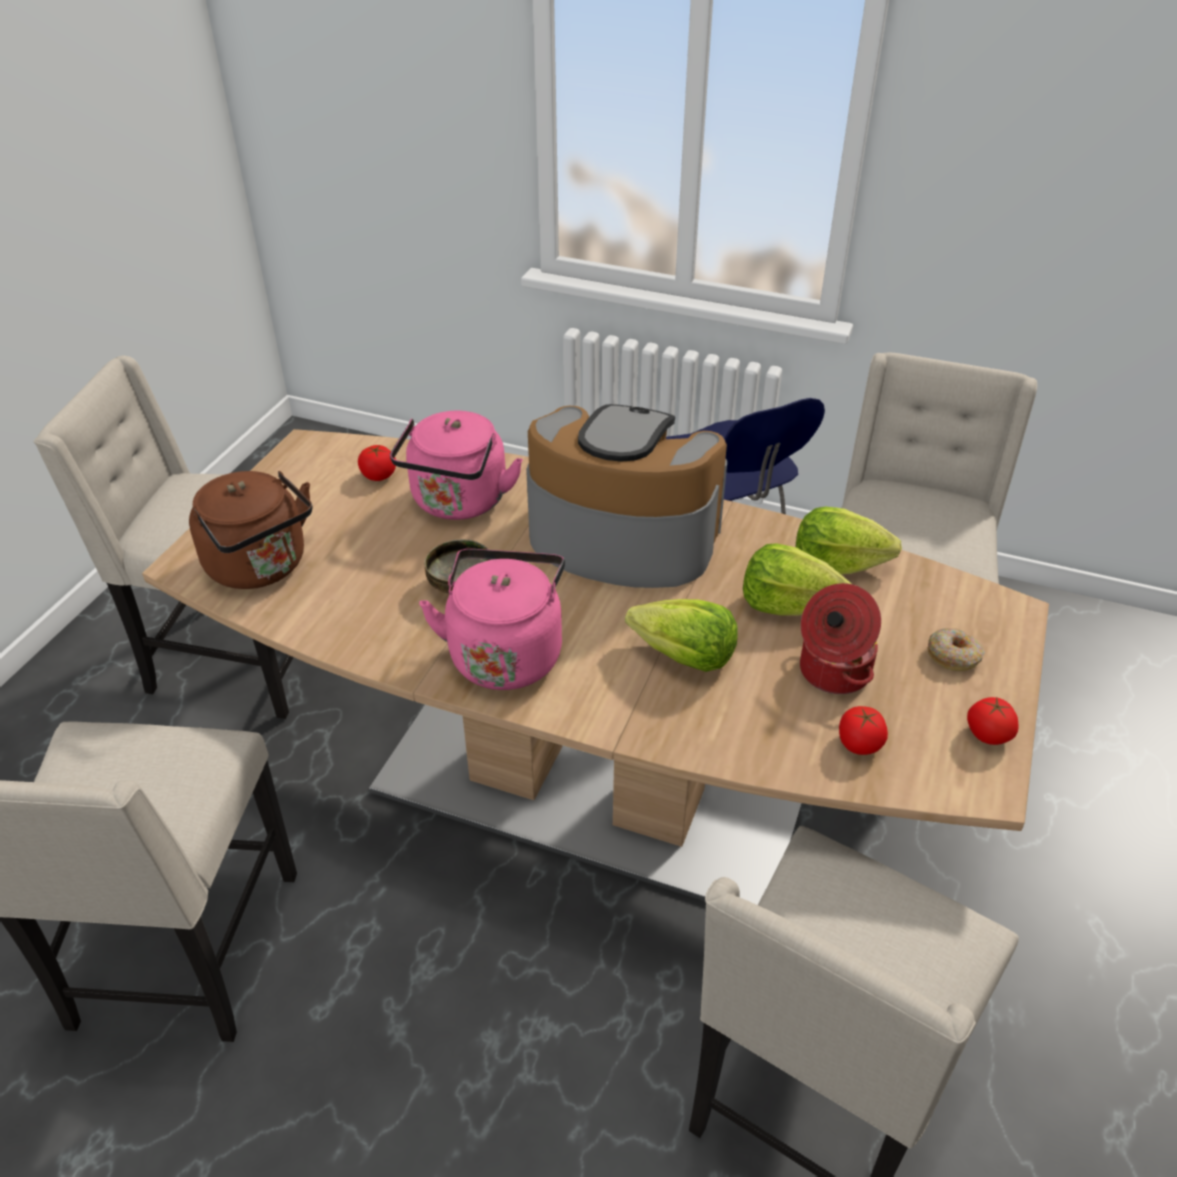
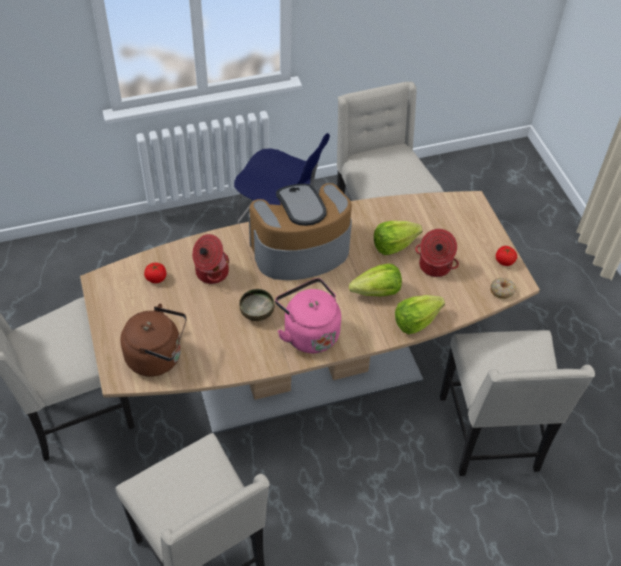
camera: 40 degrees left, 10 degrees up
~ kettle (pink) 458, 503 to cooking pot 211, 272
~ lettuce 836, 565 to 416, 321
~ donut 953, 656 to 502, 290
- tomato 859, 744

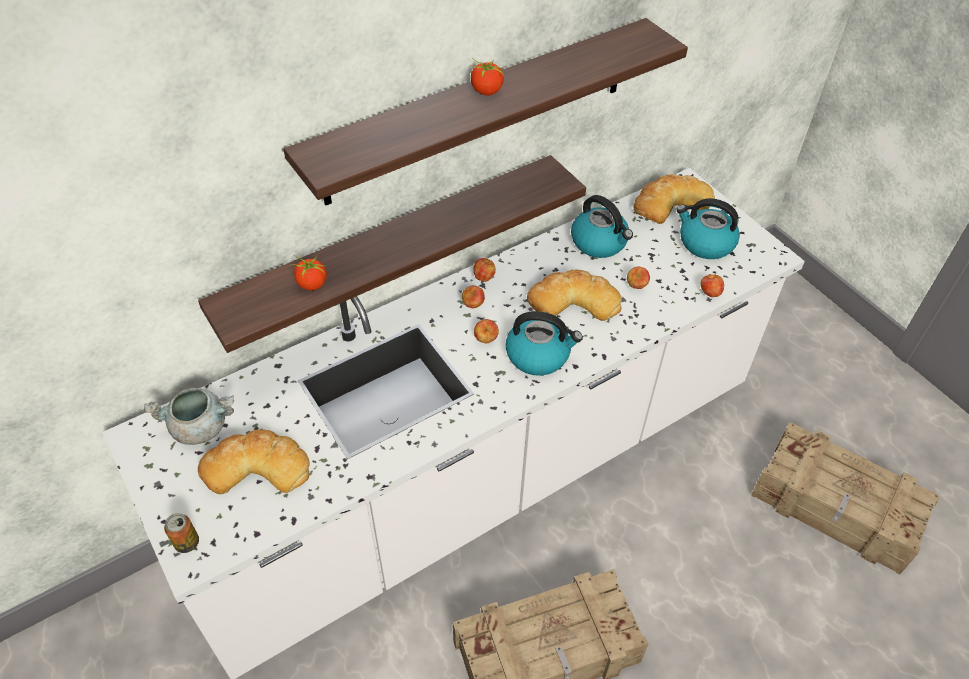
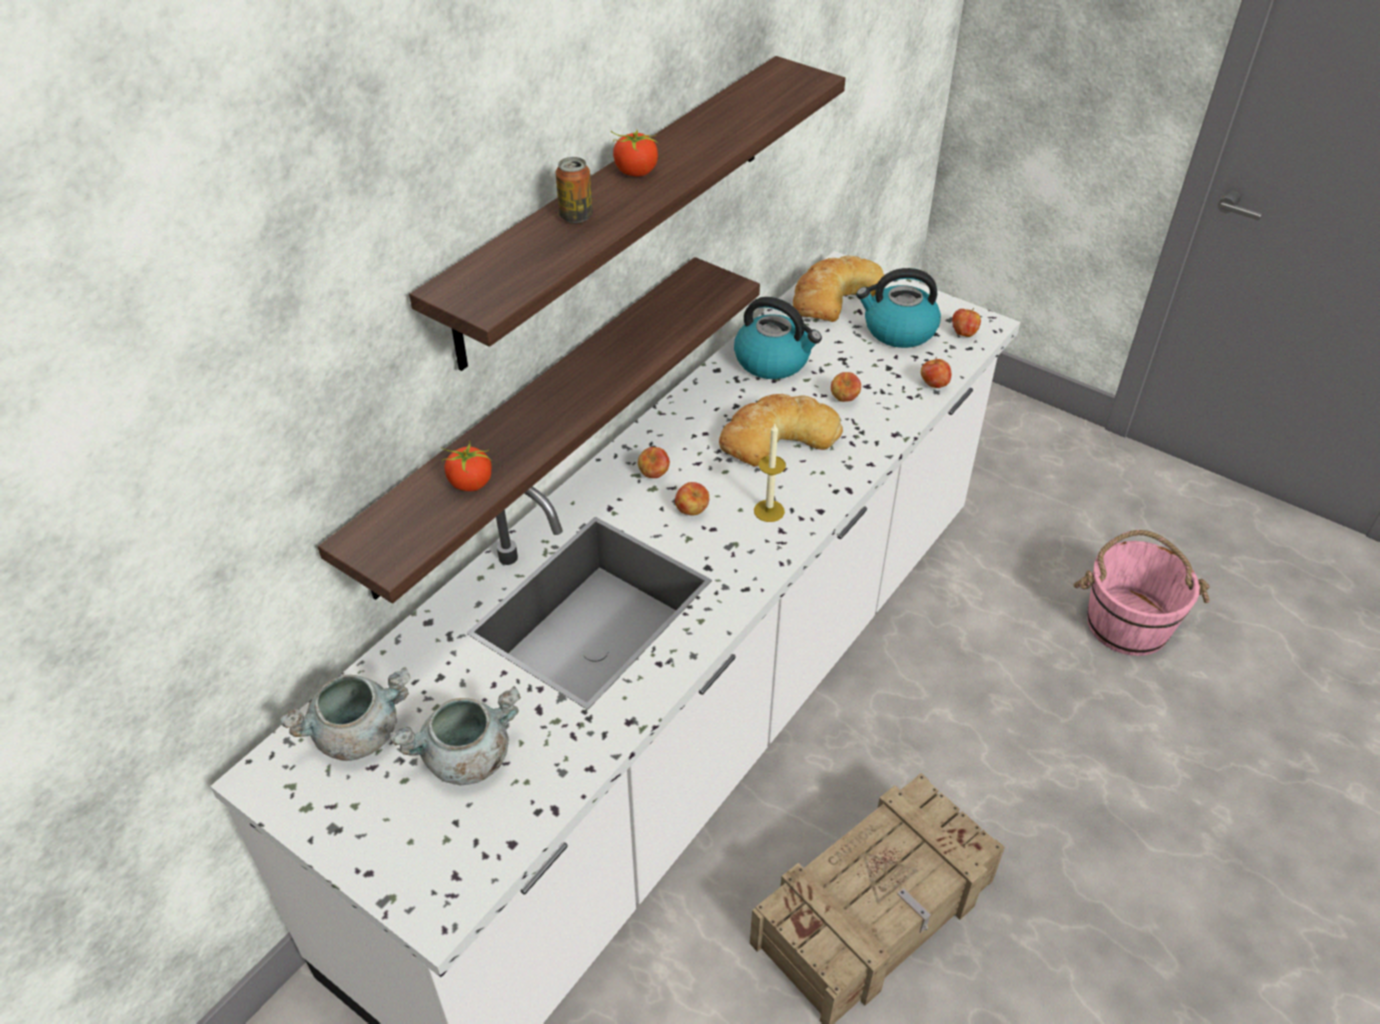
camera: 20 degrees left, 5 degrees down
~ apple 484, 277 to 963, 333
~ kettle 539, 355 to candle 769, 511
~ crate 836, 508 to bucket (pink) 1127, 623
~ bread 256, 467 to cooking pot (grey) 466, 759
~ can 187, 543 to 576, 216

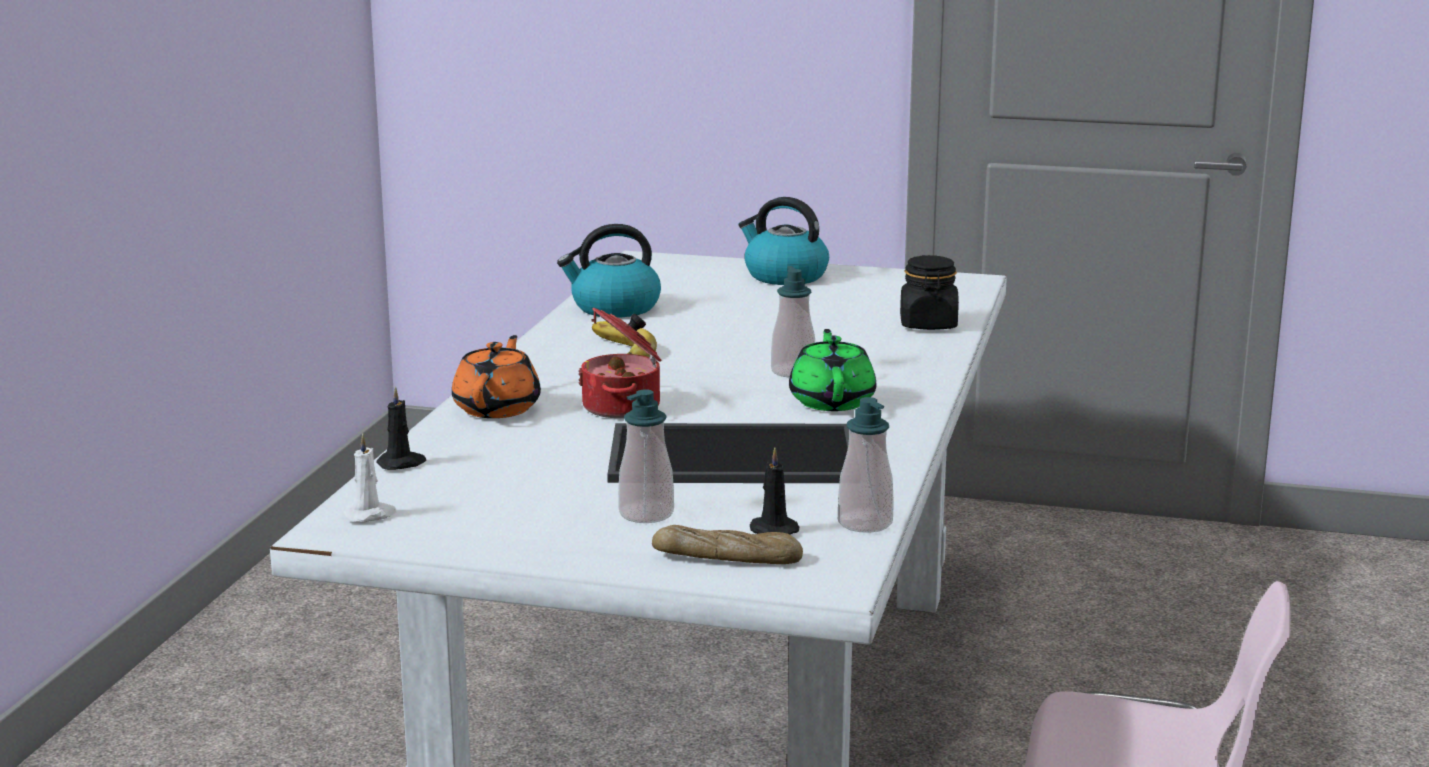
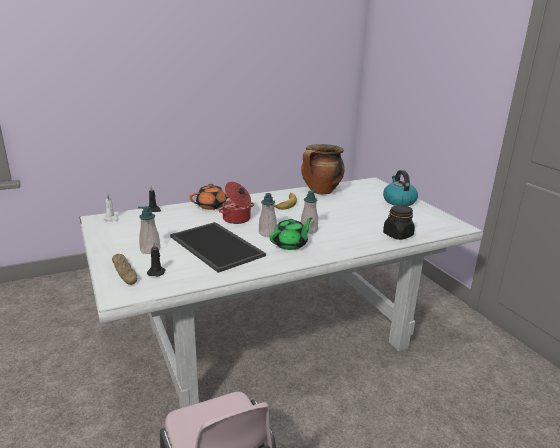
camera: 50 degrees right, 5 degrees up
~ kettle 614, 308 to cooking pot 321, 192
~ soap dispenser 865, 523 to 267, 233

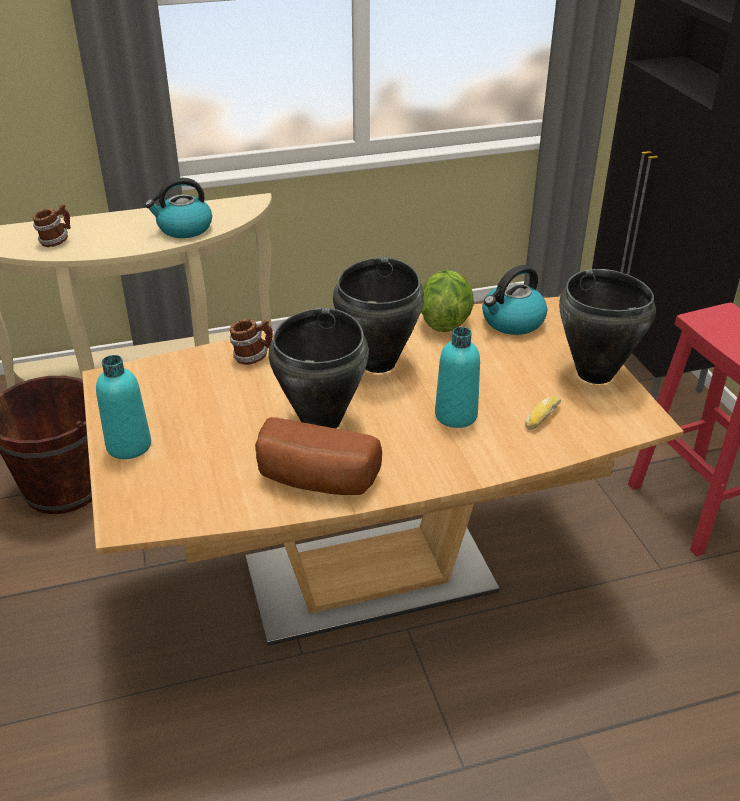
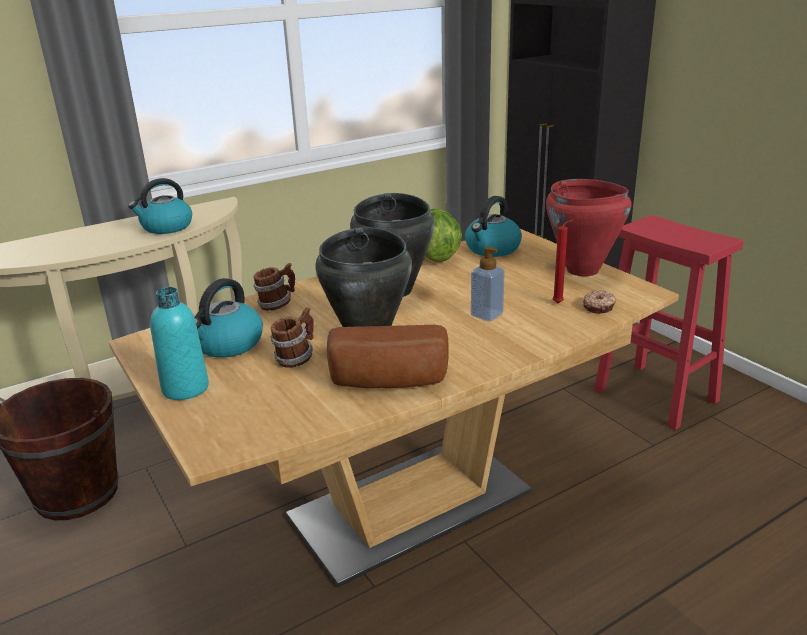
camera: 15 degrees left, 10 degrees down
~ mug 56, 241 to 296, 358
~ cooking pot (black) 594, 374 to cooking pot (red) 582, 270
~ bottle (turquoise) 456, 415 to soap dispenser 487, 314
~ bread 541, 416 to candle (red) 559, 303
+ kettle 227, 344
+ donut 599, 307

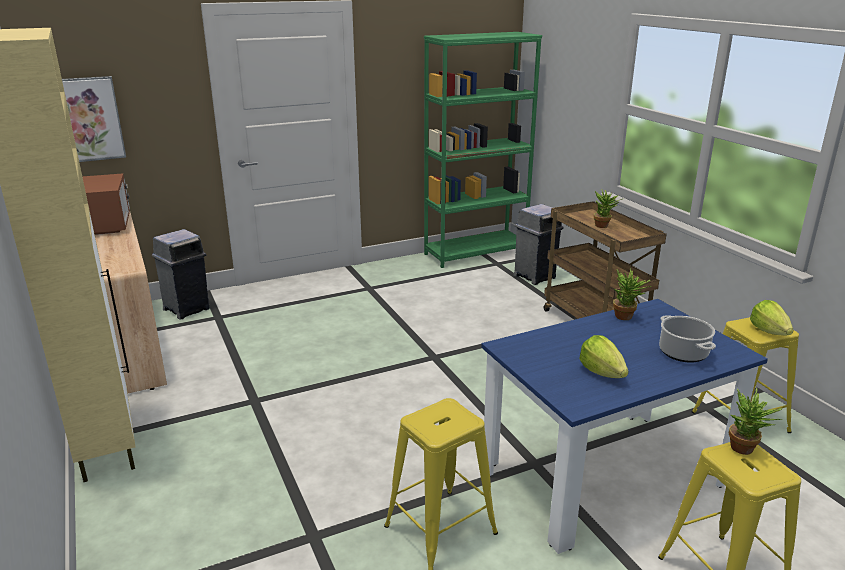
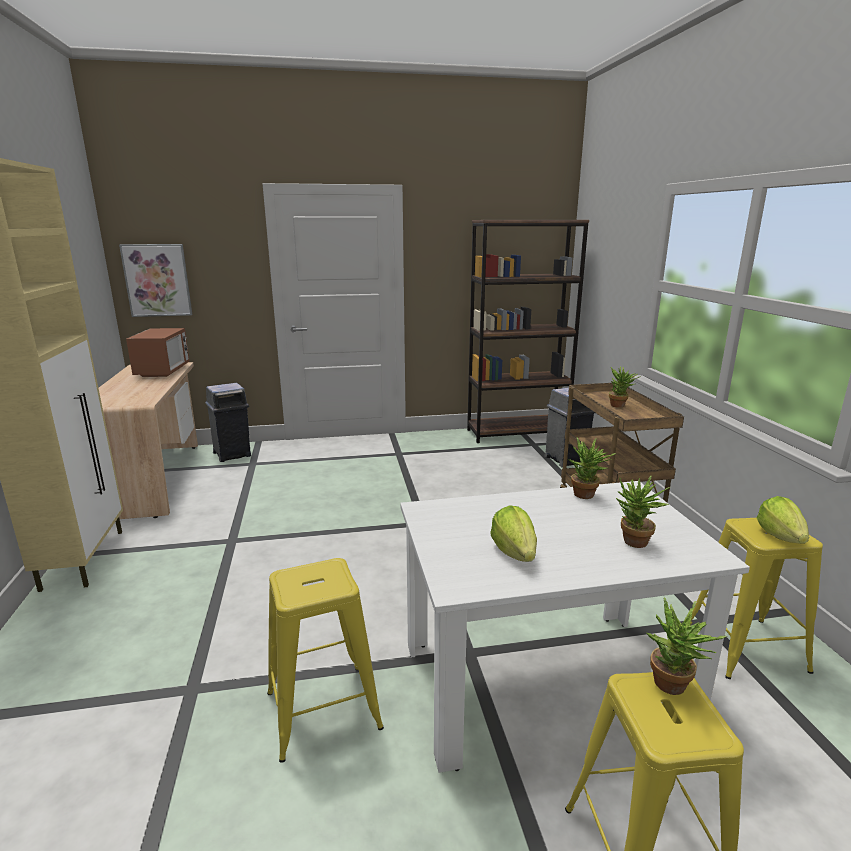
camera: 15 degrees right, 5 degrees down
~ bookcase (green) 475, 253 to bookcase (brown) 517, 433
~ dining table (blue) 604, 475 to dining table (white) 543, 683
~ cooking pot 682, 352 to potted plant 633, 544

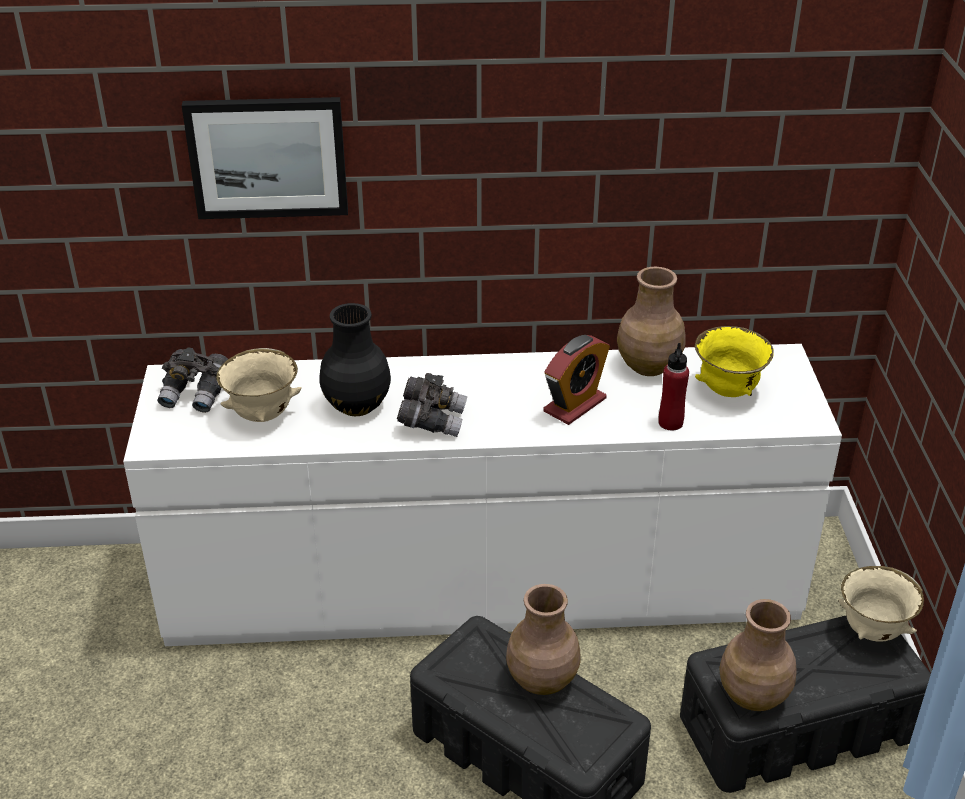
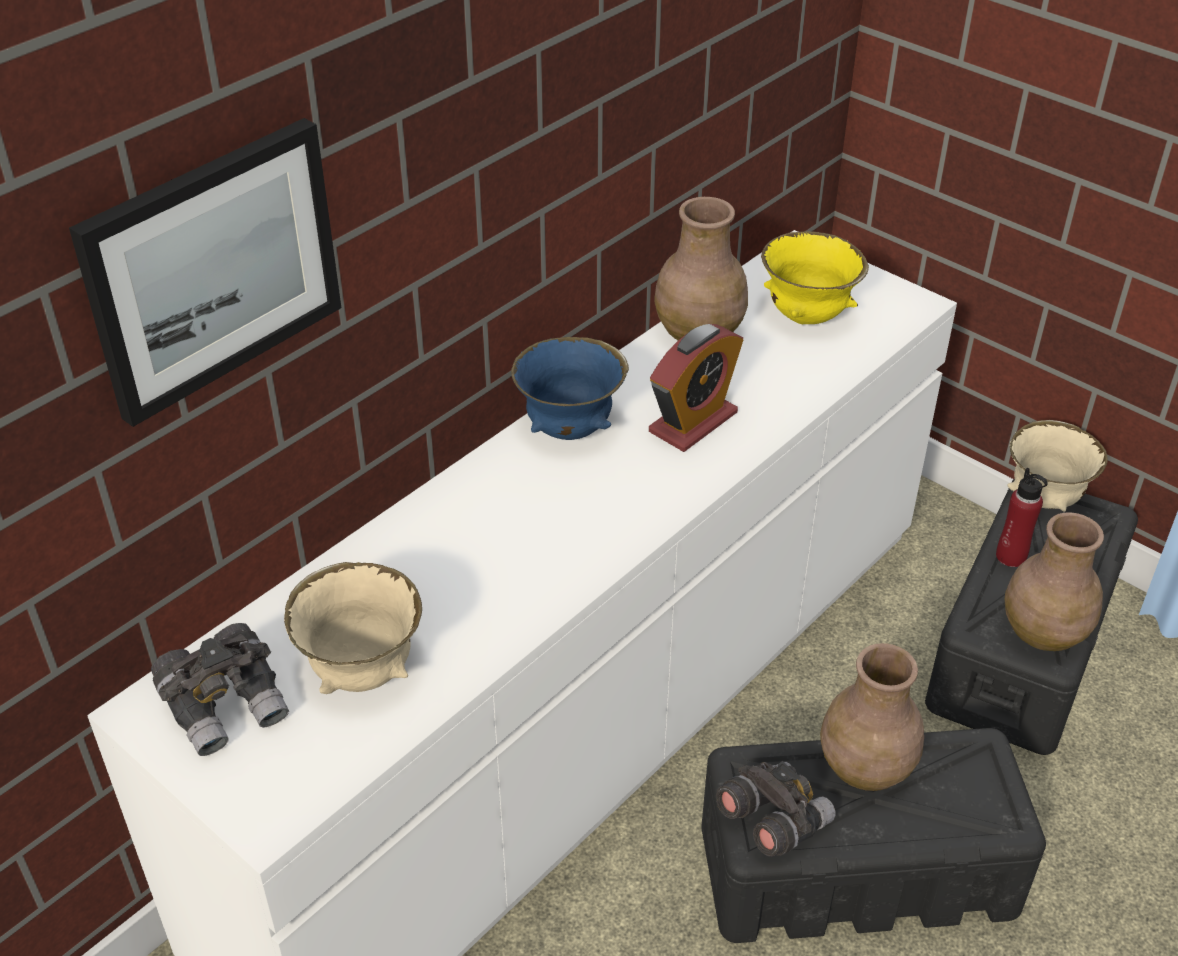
camera: 45 degrees left, 5 degrees up
- vase (black) 356, 405
~ alarm clock 575, 405 = 693, 422 45 degrees clockwise
~ bottle (red) 670, 423 to 1011, 556
~ binoculars (grey) 432, 420 to 772, 821
+ bowl (blue) 570, 430

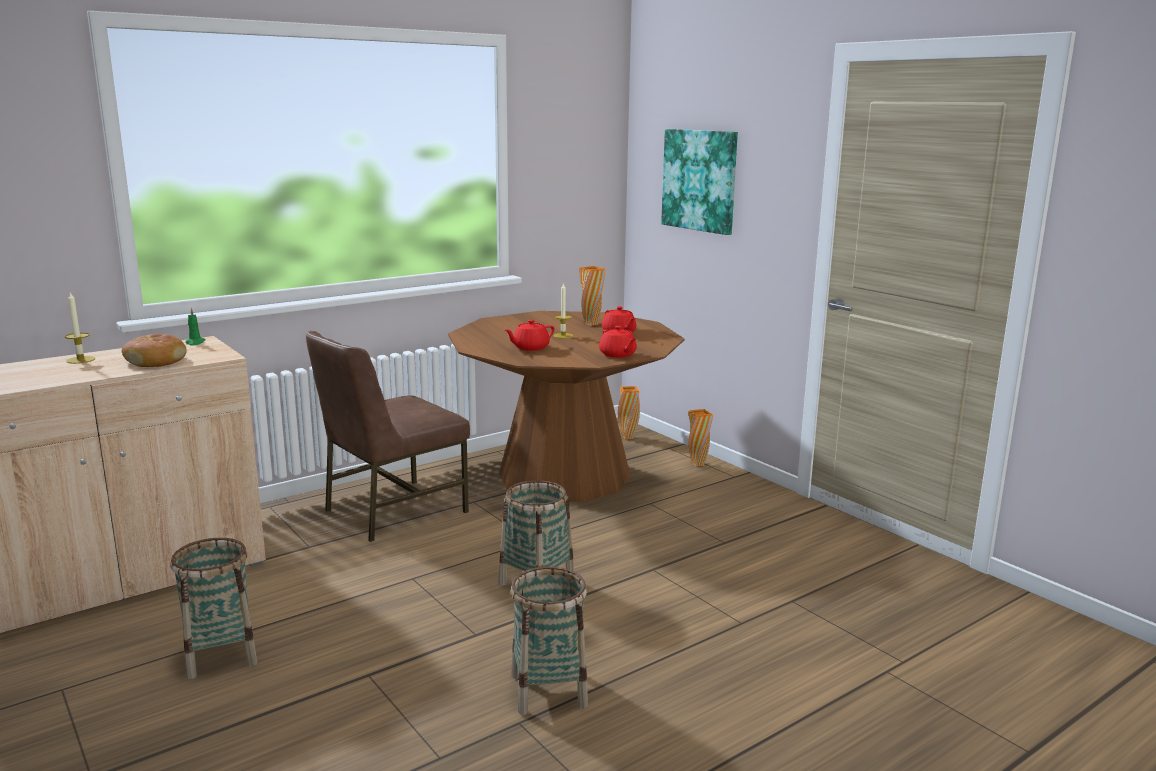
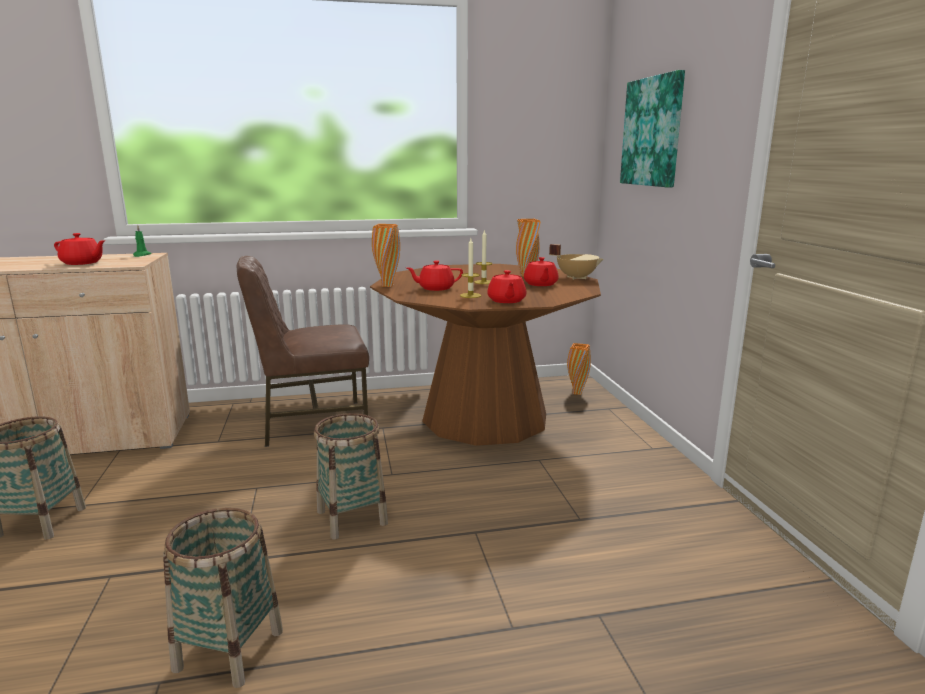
camera: 25 degrees right, 0 degrees up
~ candle 80, 360 to 470, 295
~ bread 156, 361 to teapot (red) 82, 263
~ vase (orange) 697, 464 to 387, 285
+ cooking pot (beige) 576, 278

